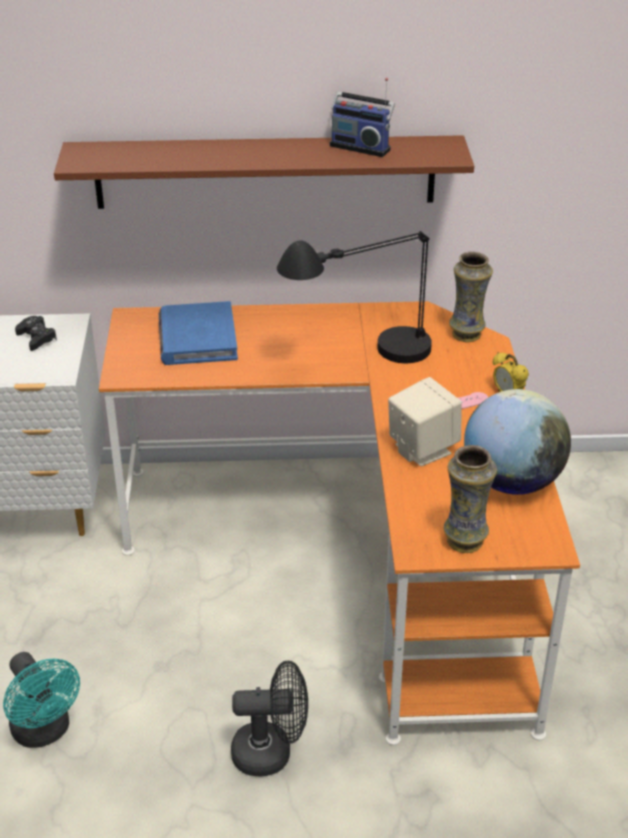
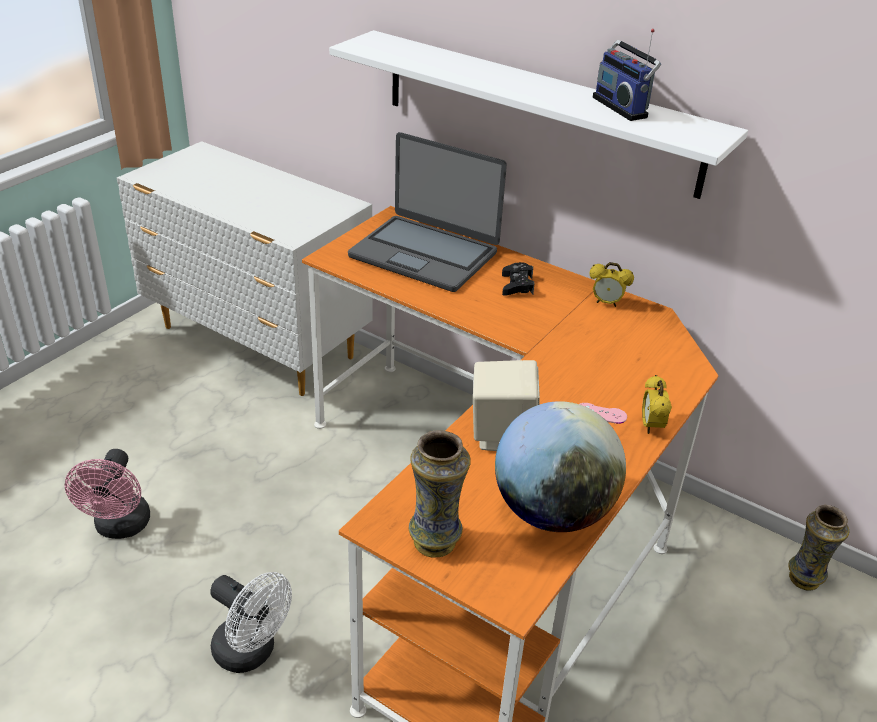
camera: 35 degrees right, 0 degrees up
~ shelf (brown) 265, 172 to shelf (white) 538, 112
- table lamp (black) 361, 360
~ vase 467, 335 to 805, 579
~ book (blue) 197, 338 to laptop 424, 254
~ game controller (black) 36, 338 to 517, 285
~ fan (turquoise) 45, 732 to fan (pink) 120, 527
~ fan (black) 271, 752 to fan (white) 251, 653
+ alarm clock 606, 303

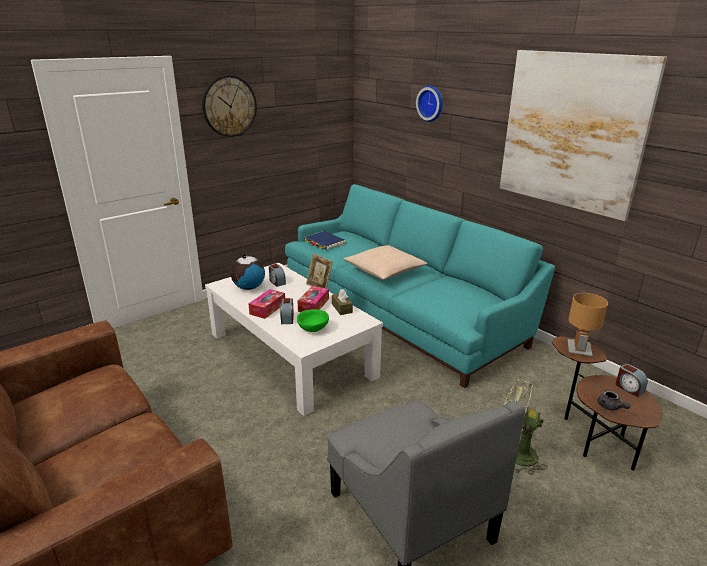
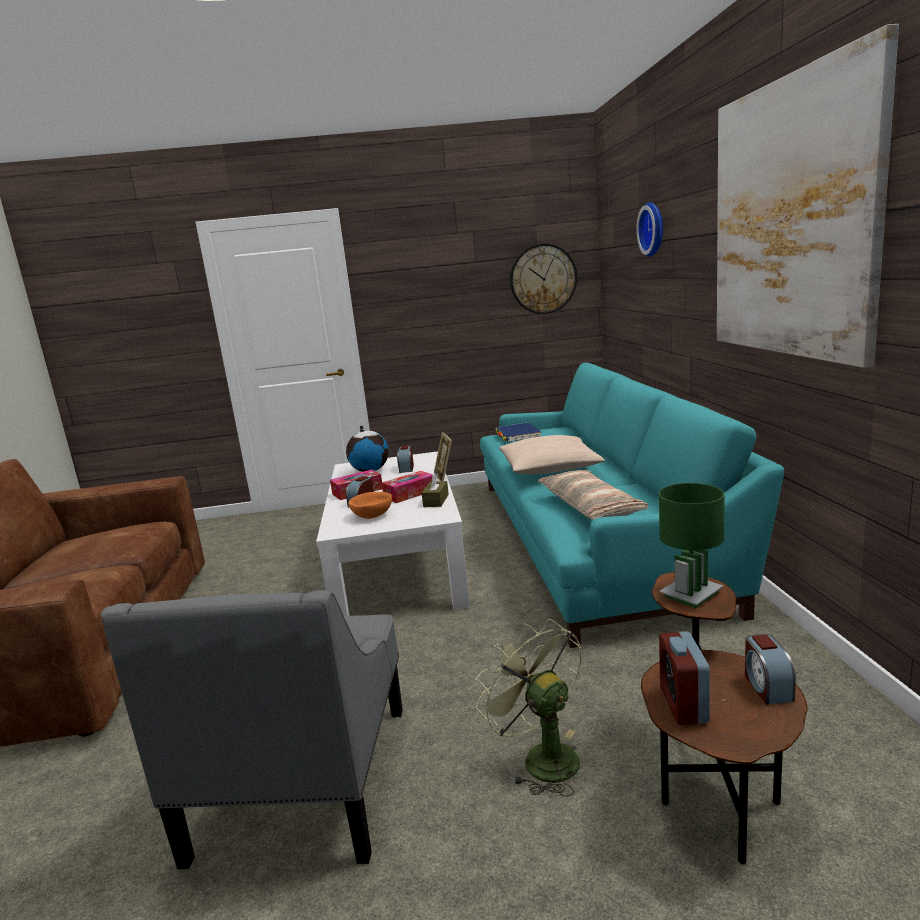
camera: 35 degrees right, 10 degrees down
~ wall clock 229, 106 to 543, 279
~ table lamp (brown) 579, 350 to table lamp (green) 692, 595
~ bowl (green) 313, 328 to bowl (orange) 372, 515
~ teapot (grey) 610, 407 to alarm clock 683, 704
+ pillow 590, 507

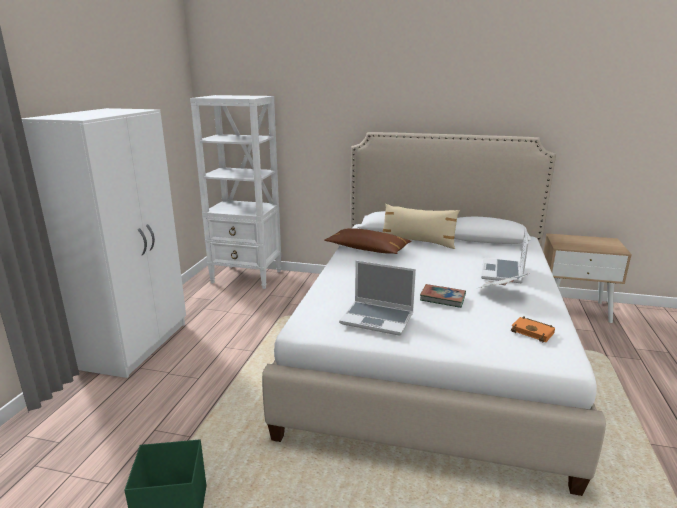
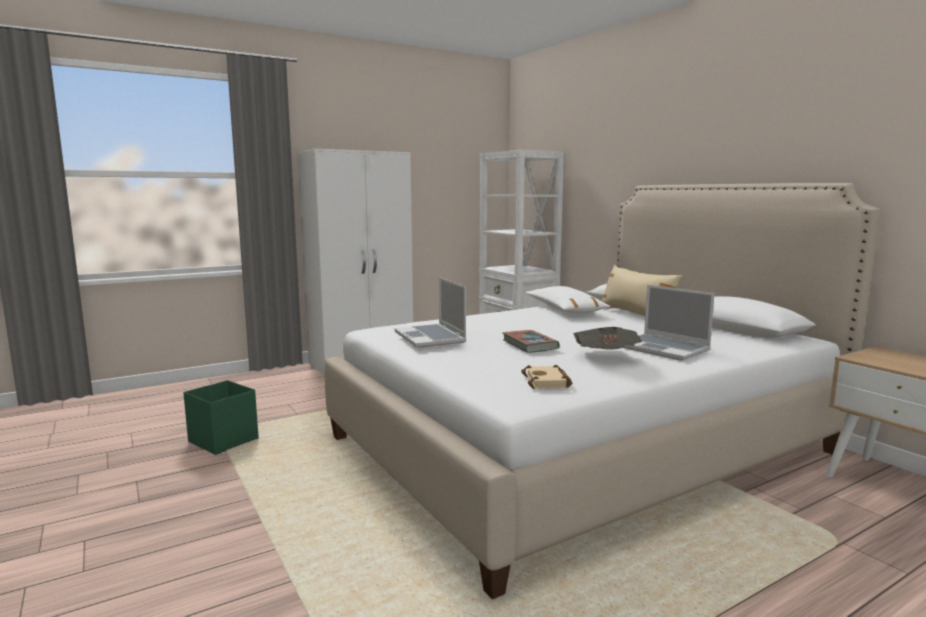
camera: 45 degrees right, 10 degrees down
~ pillow (brown) 367, 249 to pillow (white) 564, 310
~ laptop 502, 272 = 664, 349 105 degrees counterclockwise
~ book (orange) 533, 332 to book (beige) 548, 382

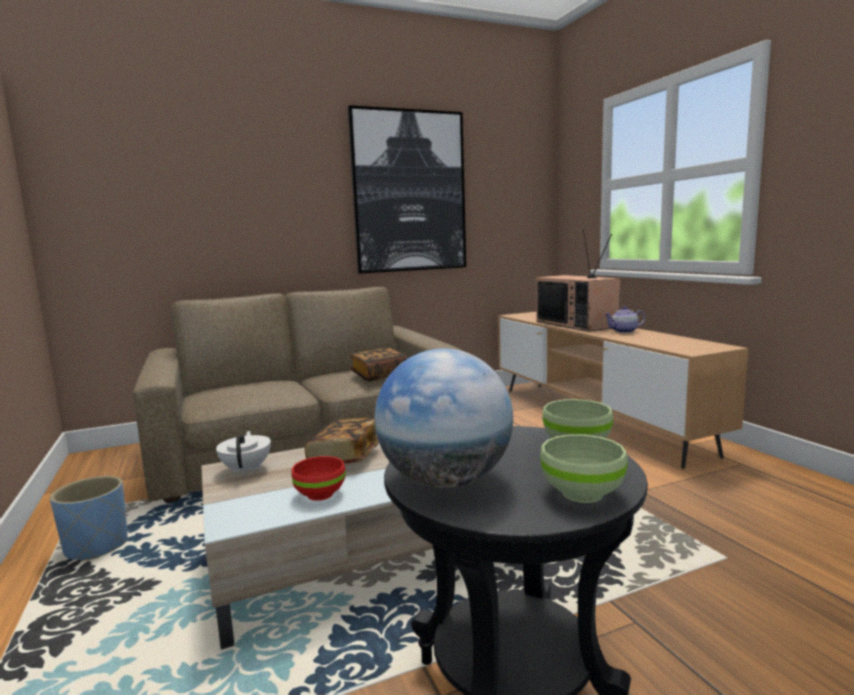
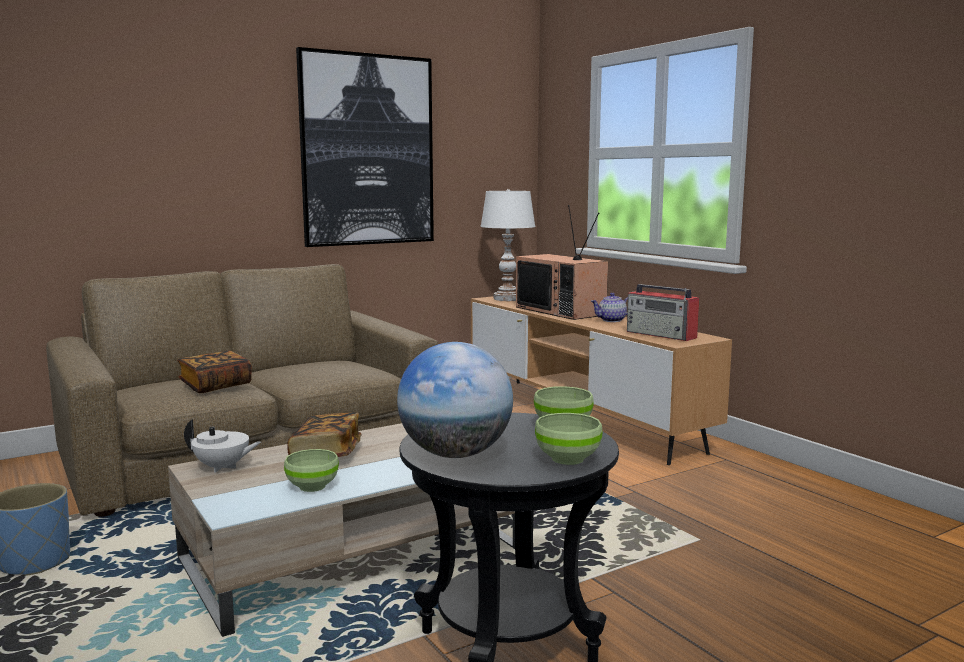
camera: 10 degrees left, 0 degrees up
~ book 379, 375 to 215, 385
~ teapot (white) 247, 469 = 222, 467 120 degrees clockwise
~ bowl (red) 319, 495 to bowl (green) 312, 487
+ table lamp (white) 507, 299
+ radio 661, 335

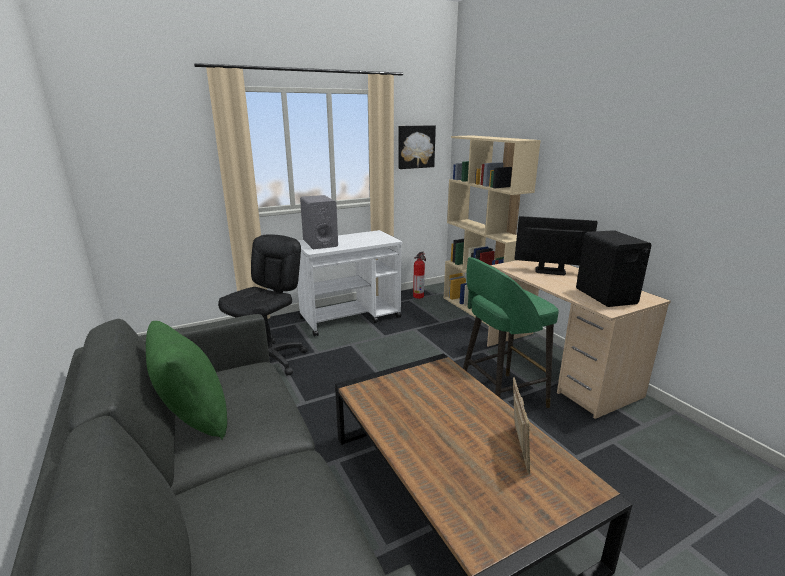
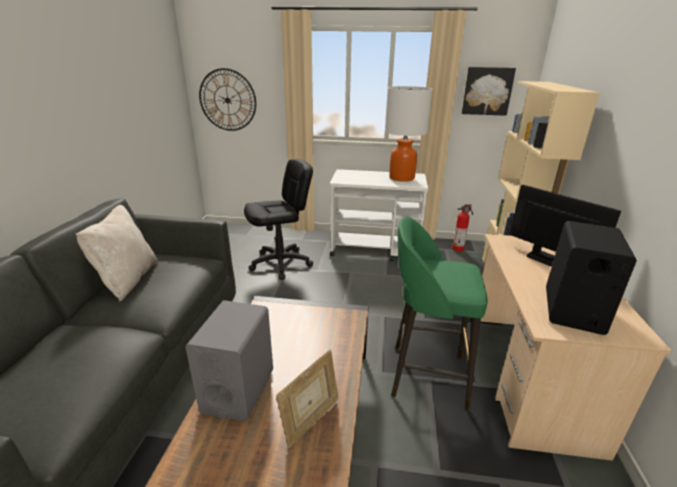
camera: 35 degrees right, 5 degrees up
~ speaker (grey) 320, 243 to 238, 390
~ pillow (green) 193, 417 to pillow (beige) 127, 280
+ wall clock 227, 100
+ table lamp 402, 178

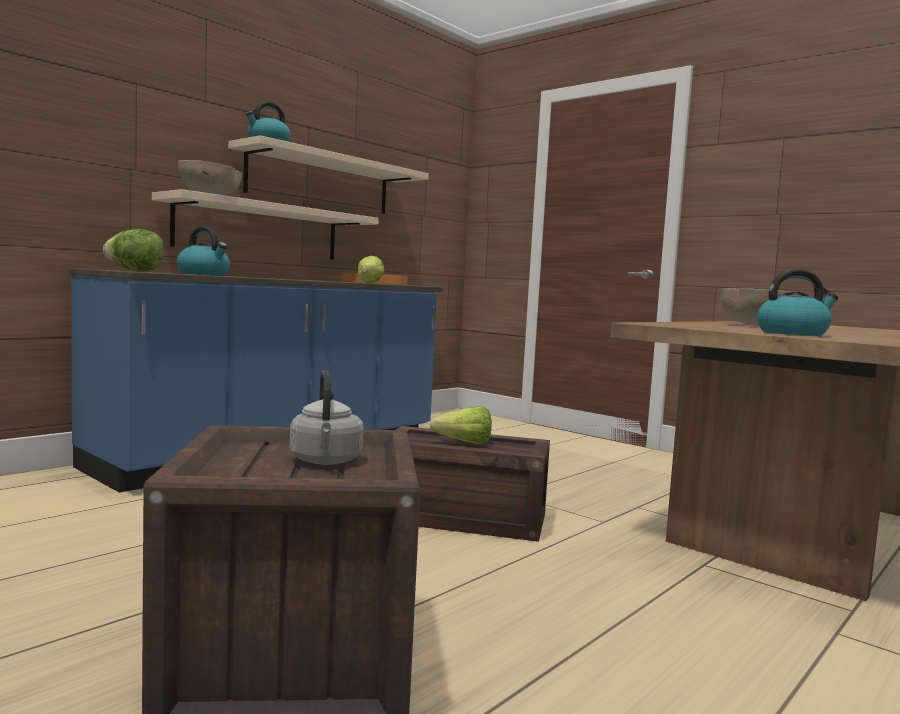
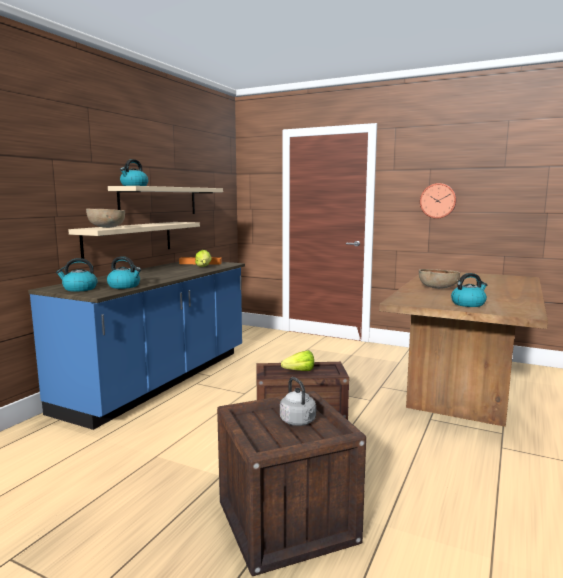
camera: 15 degrees left, 5 degrees up
~ lettuce 135, 271 to kettle 79, 289
+ wall clock 438, 200

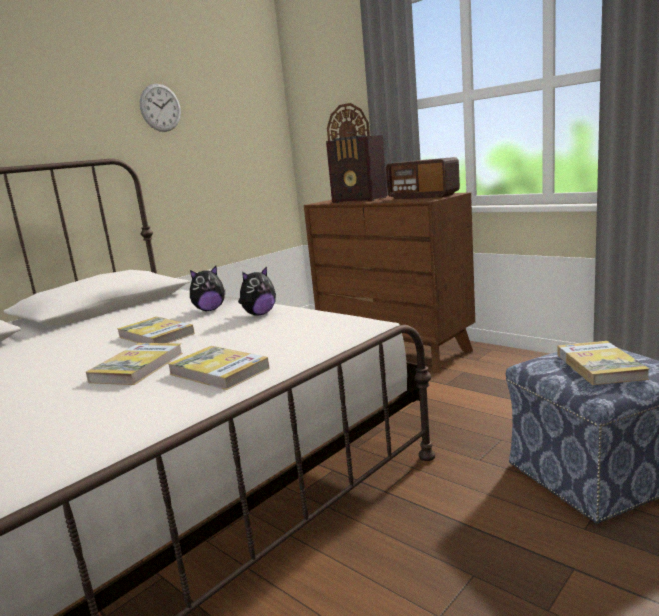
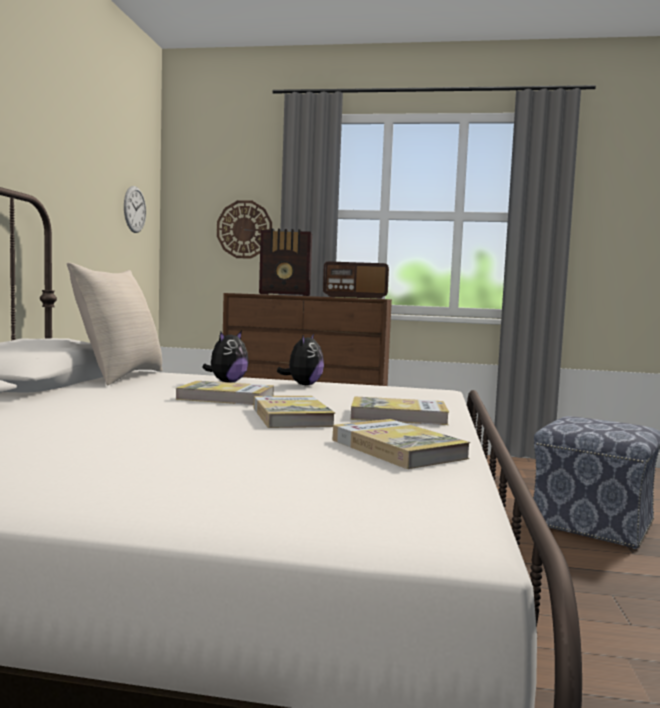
camera: 35 degrees left, 10 degrees down
~ wall clock 160, 108 to 134, 209
~ book 599, 366 to 397, 449
+ pillow (beige) 119, 377

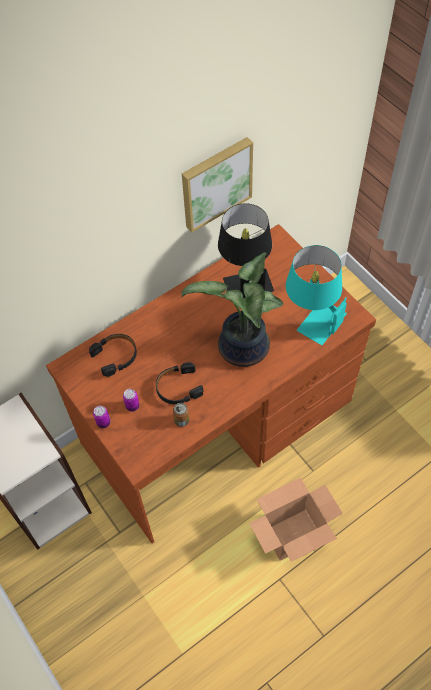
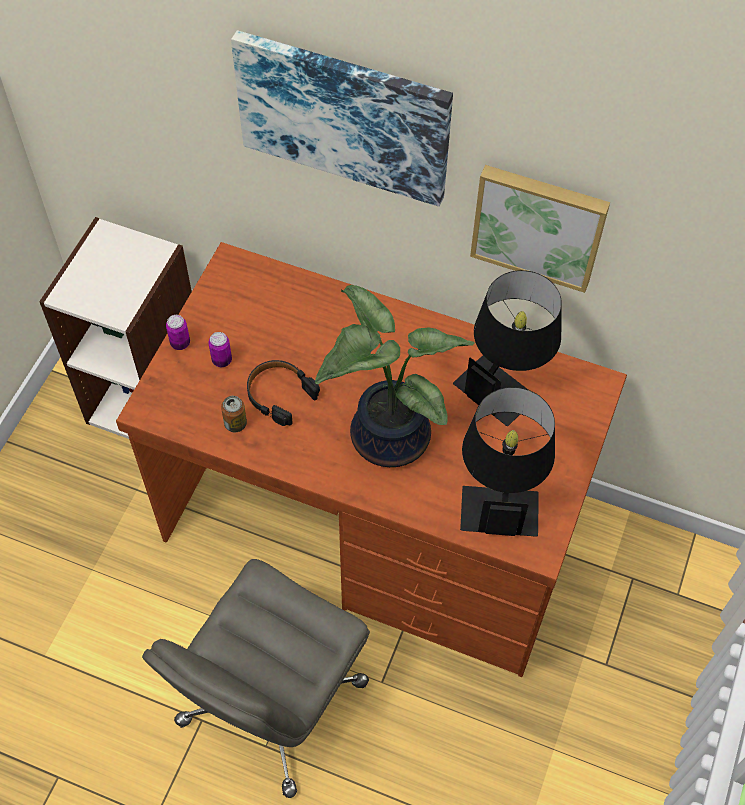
camera: 55 degrees right, 0 degrees up
~ table lamp (turquoise) 312, 316 to table lamp (black) 499, 495
- headphones (black) 115, 356
~ cardboard box 292, 535 to office chair (grey) 271, 704
+ picture 344, 115

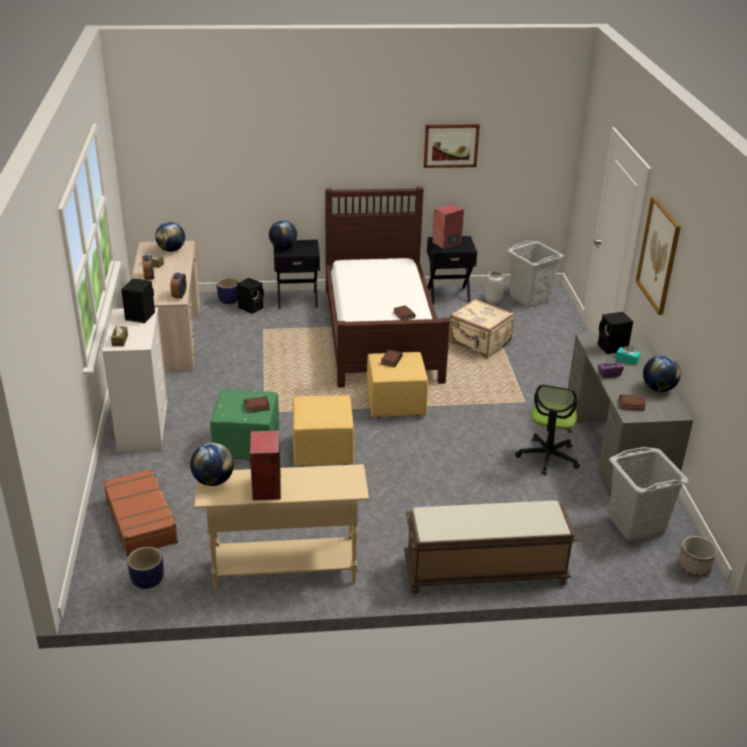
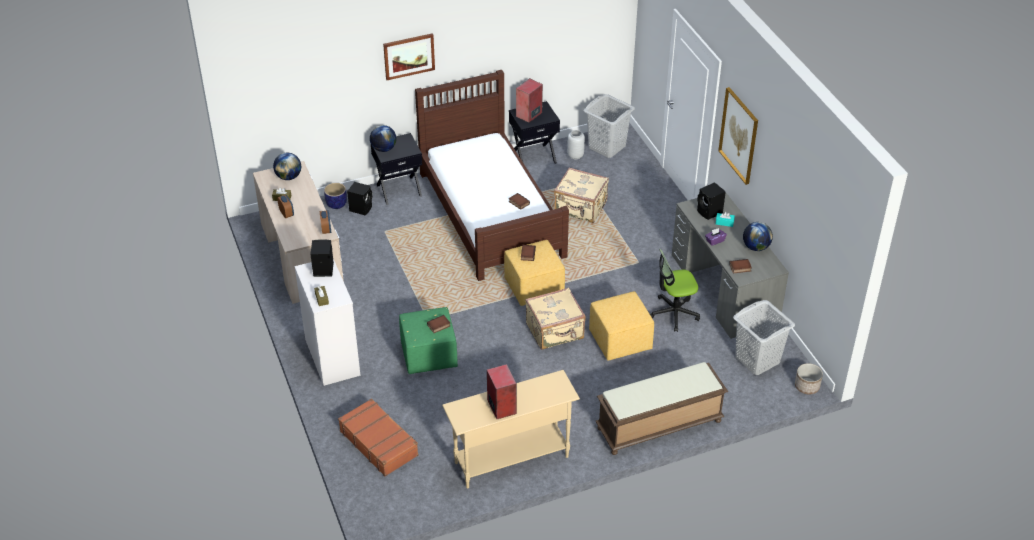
camera: 15 degrees left, 10 degrees up
~ picture 451, 145 to 409, 56
~ office chair 548, 457 = 674, 313 75 degrees clockwise
~ ottoman (yellow) 323, 451 to 620, 340
- globe 213, 481
- planter 147, 581
+ suitcase (beige) 555, 332

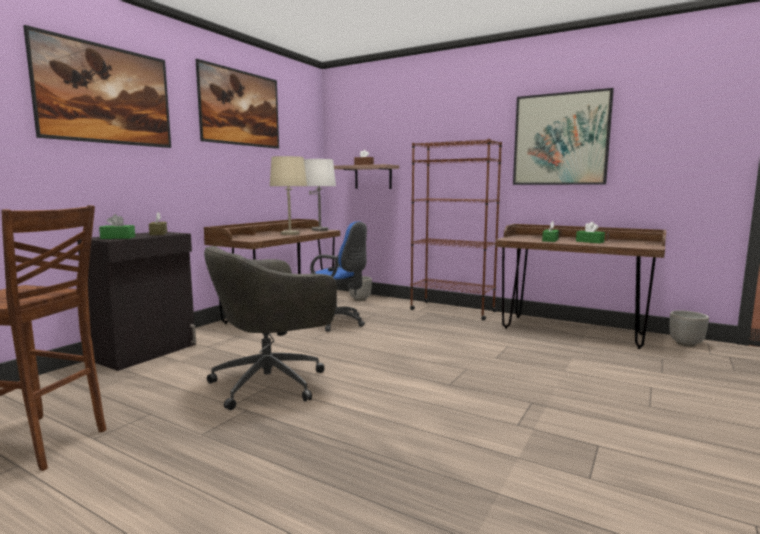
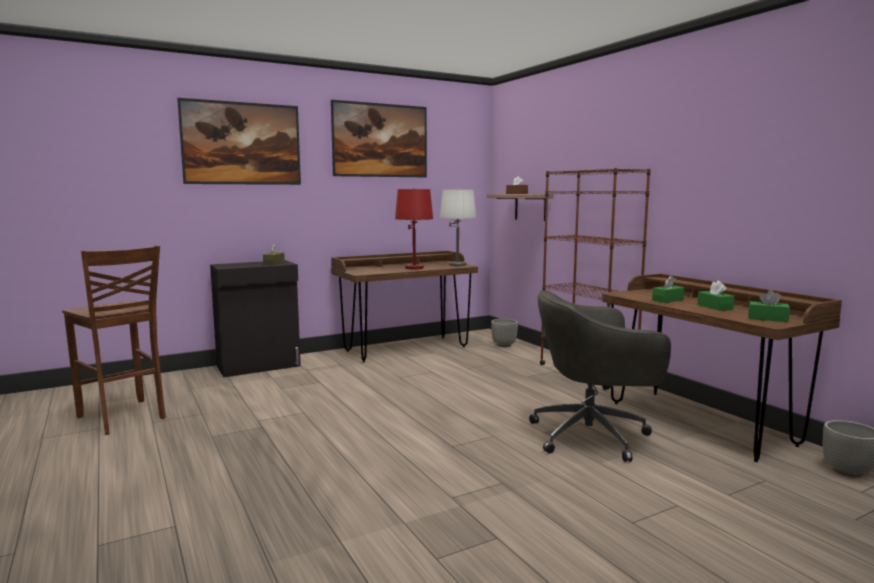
camera: 30 degrees right, 0 degrees up
- picture 560, 139
~ table lamp (beige) 289, 234 to table lamp (red) 414, 268
~ tissue box (green) 118, 238 to 767, 318
- office chair (blue) 337, 323
~ office chair (grey) 272, 383 to 593, 436

